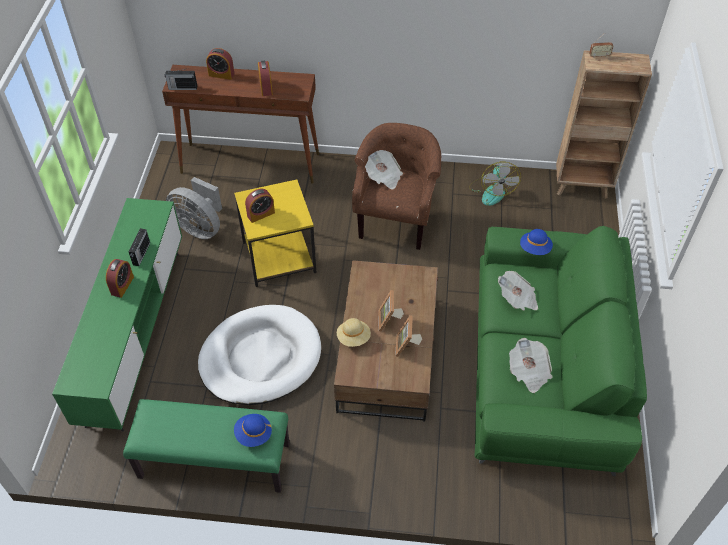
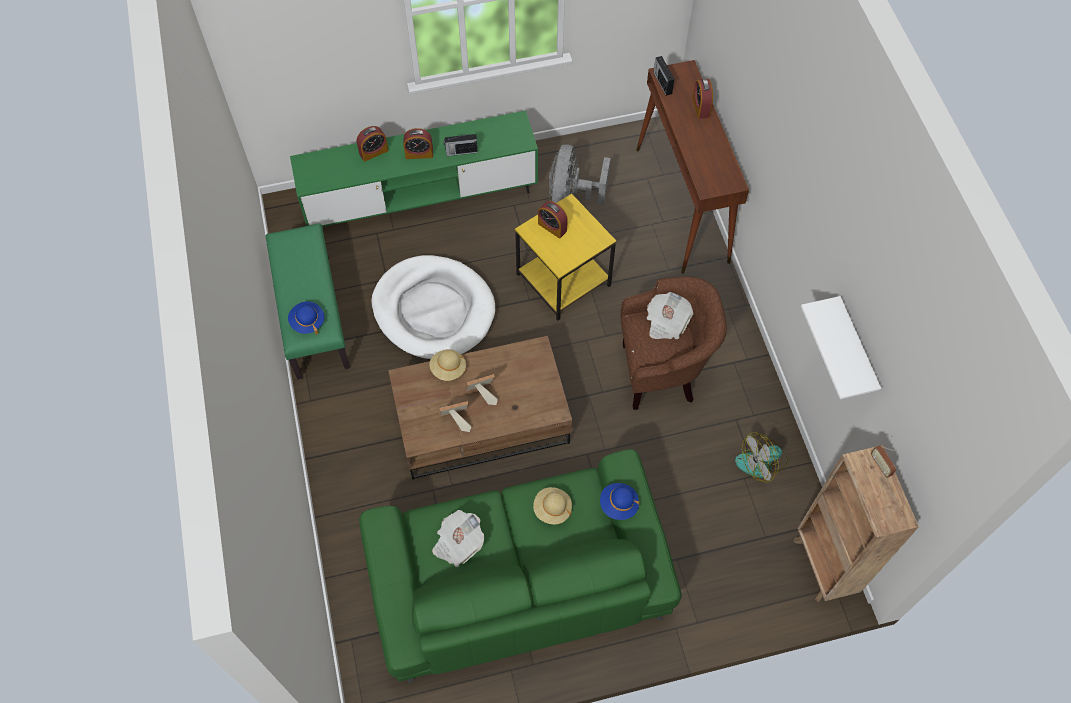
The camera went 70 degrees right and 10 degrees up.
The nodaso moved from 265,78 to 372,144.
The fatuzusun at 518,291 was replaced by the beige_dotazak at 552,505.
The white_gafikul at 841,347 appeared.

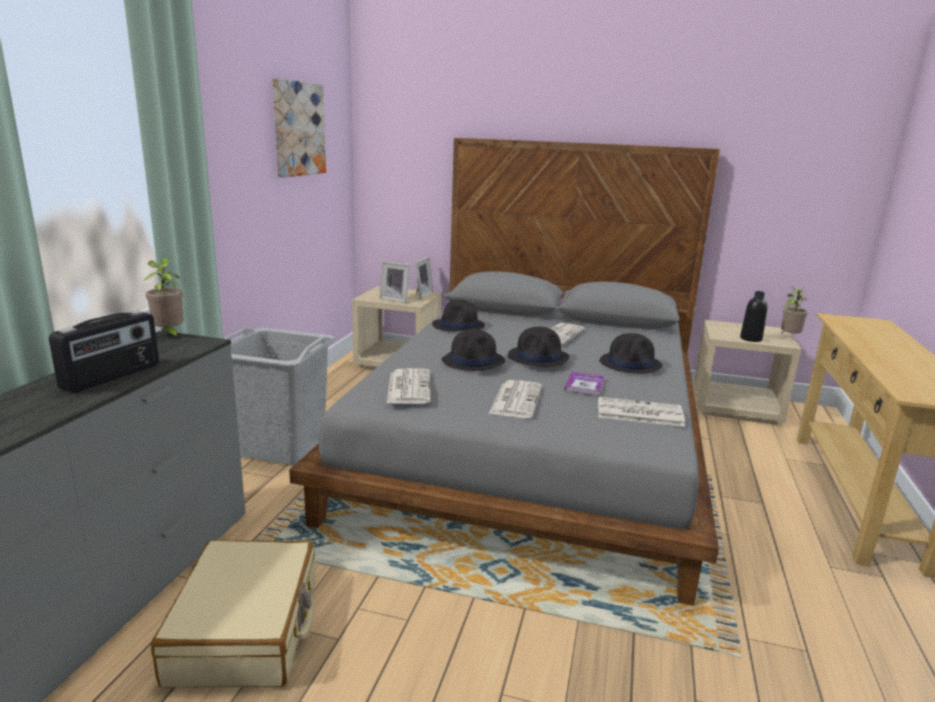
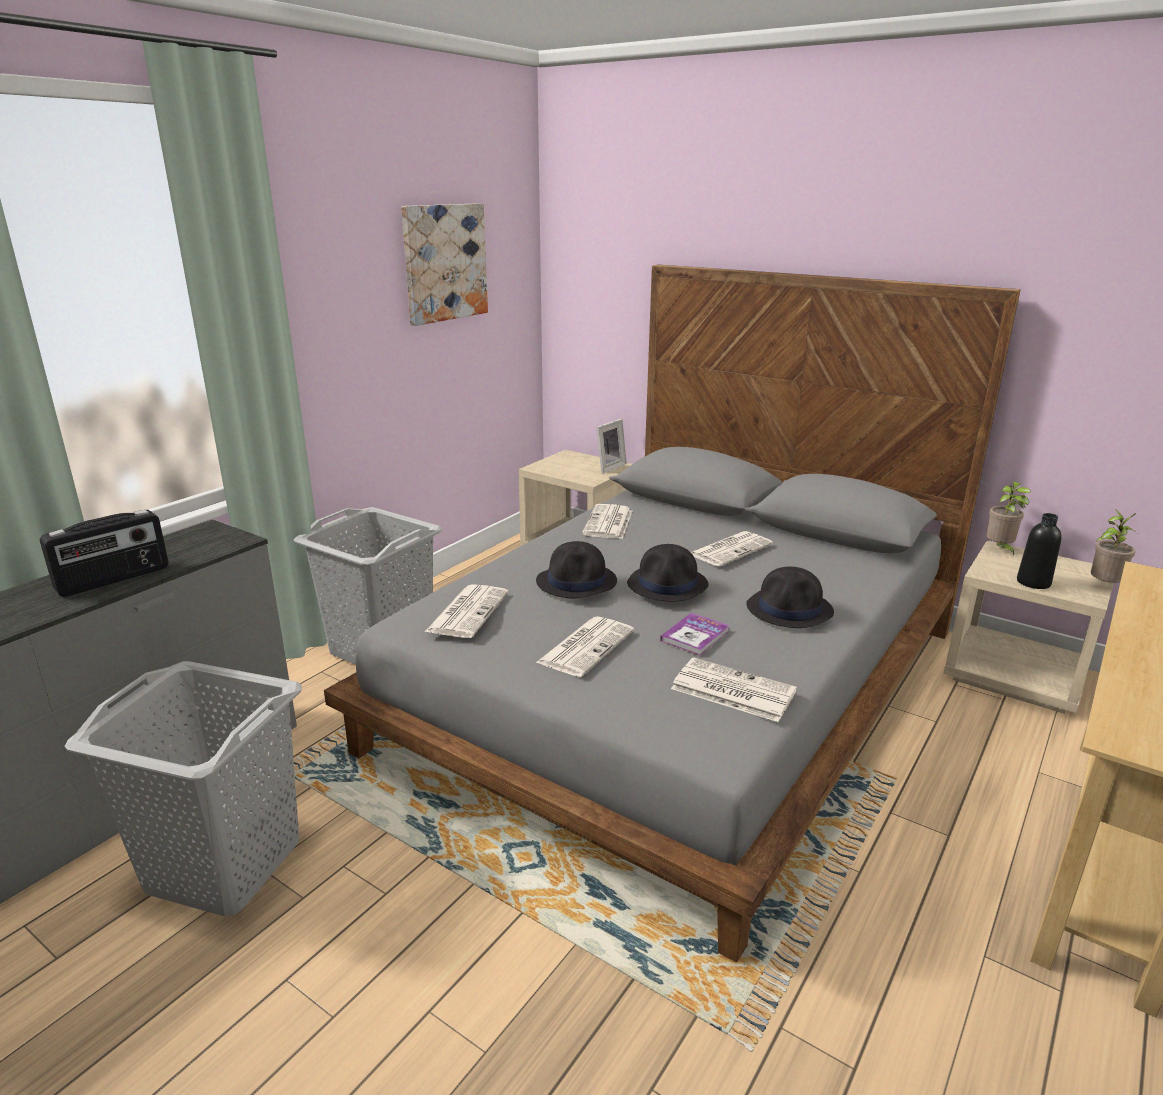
The camera went 20 degrees right and 5 degrees up.
The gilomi moved from 163,299 to 1008,518.
The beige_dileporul at 233,614 was replaced by the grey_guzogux at 183,788.
The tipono at 395,282 disappeared.
The black_dotazak at 458,315 was replaced by the fatuzusun at 607,521.

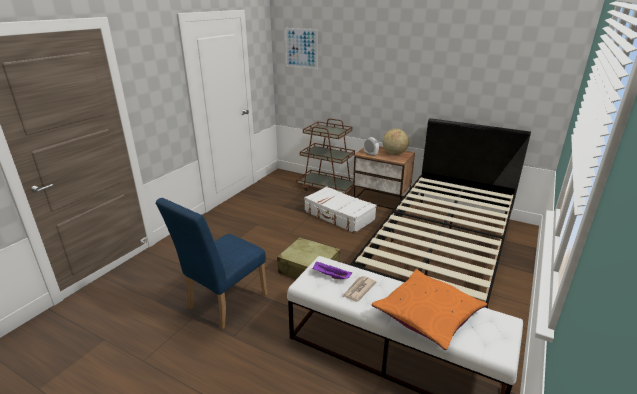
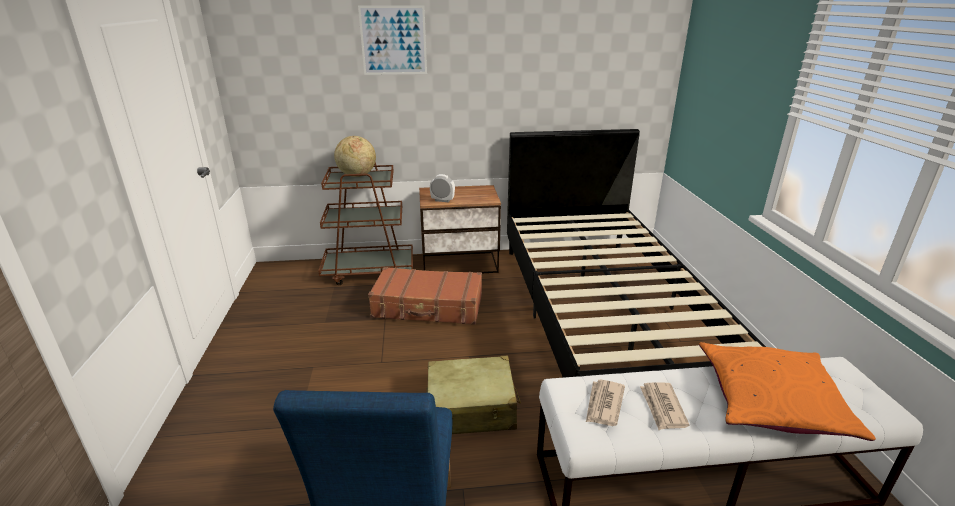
The camera went 35 degrees left and 0 degrees up.
The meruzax moved from 301,48 to 392,40.
The white_dileporul at 340,209 became the brown_dileporul at 425,296.
The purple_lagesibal at 332,270 was replaced by the fatuzusun at 605,403.
The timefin moved from 395,142 to 355,156.

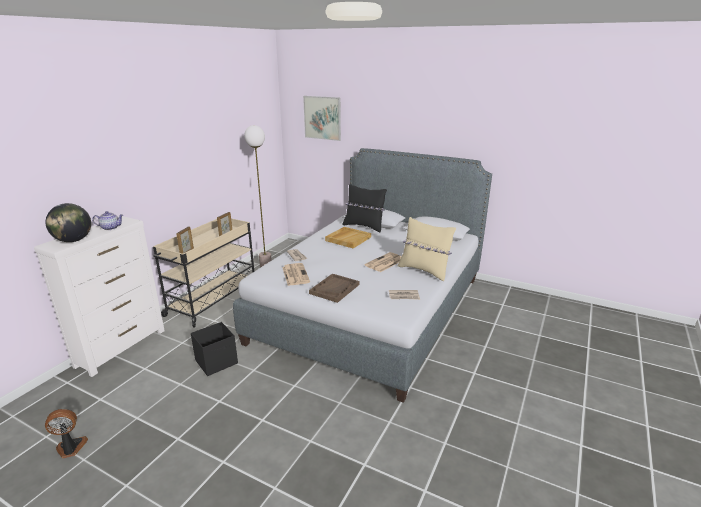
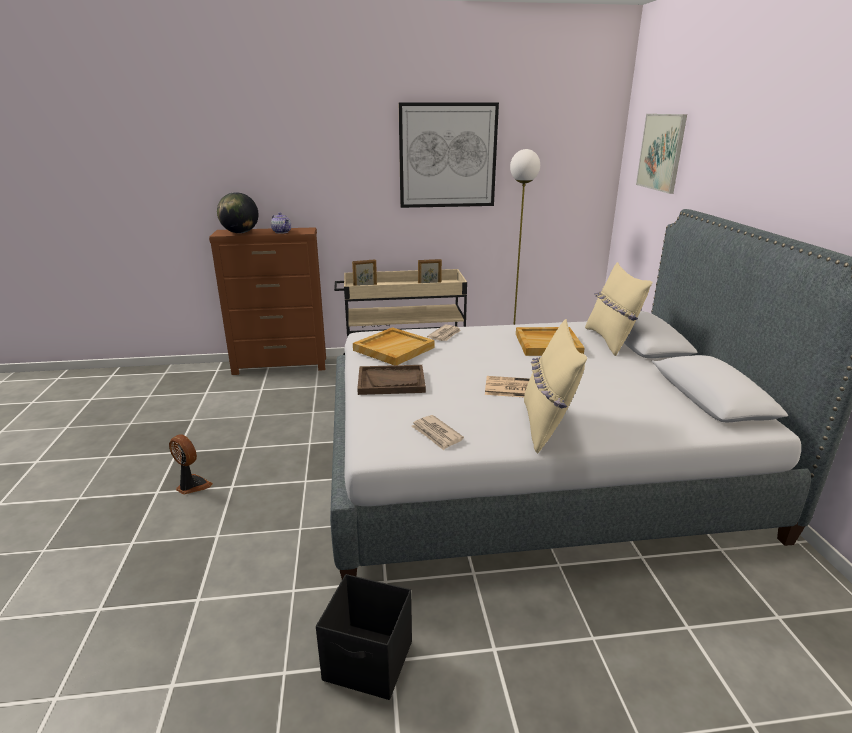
The camera went 55 degrees right and 0 degrees up.
The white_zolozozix at 99,296 became the brown_zolozozix at 267,301.
The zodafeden moved from 66,434 to 191,465.
The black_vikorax moved from 214,349 to 364,637.
The fatuzusun at 296,274 was replaced by the beige_lagesibal at 394,346.
The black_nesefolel at 364,208 became the beige_nesefolel at 619,309.
The meruzax at 449,155 appeared.

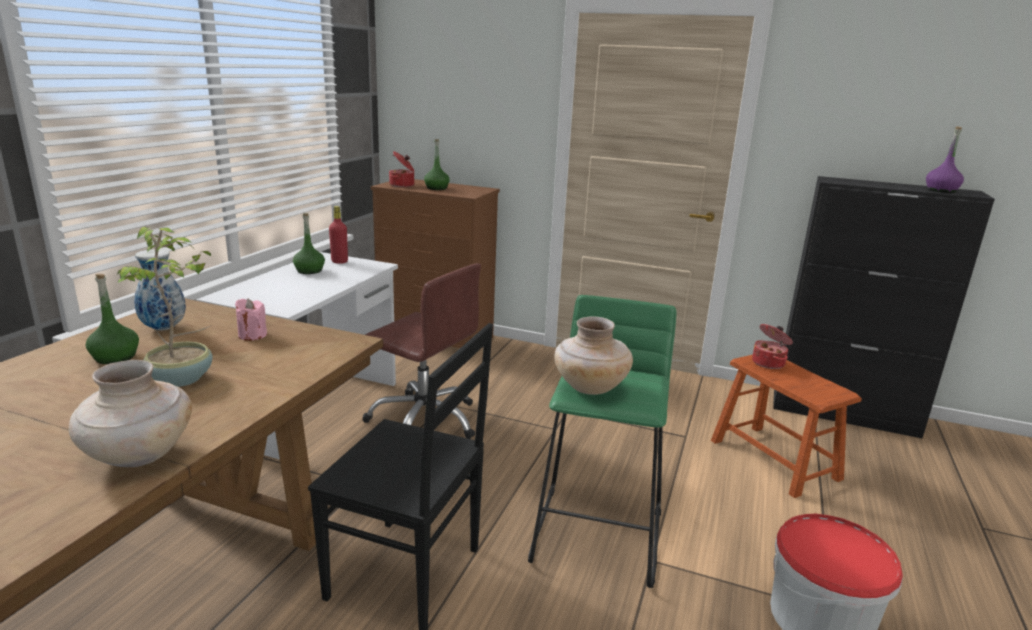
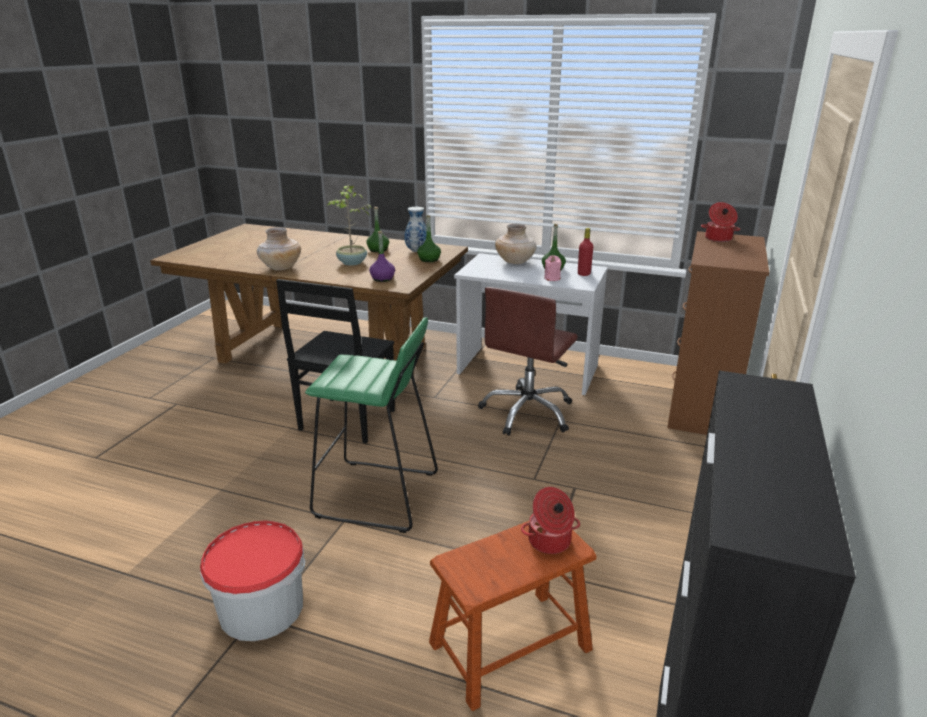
The camera went 90 degrees right and 5 degrees up.
The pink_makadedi moved from 251,320 to 552,268.
The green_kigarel moved from 437,164 to 429,238.
The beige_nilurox moved from 594,356 to 516,244.
The purple_kigarel moved from 945,160 to 382,256.

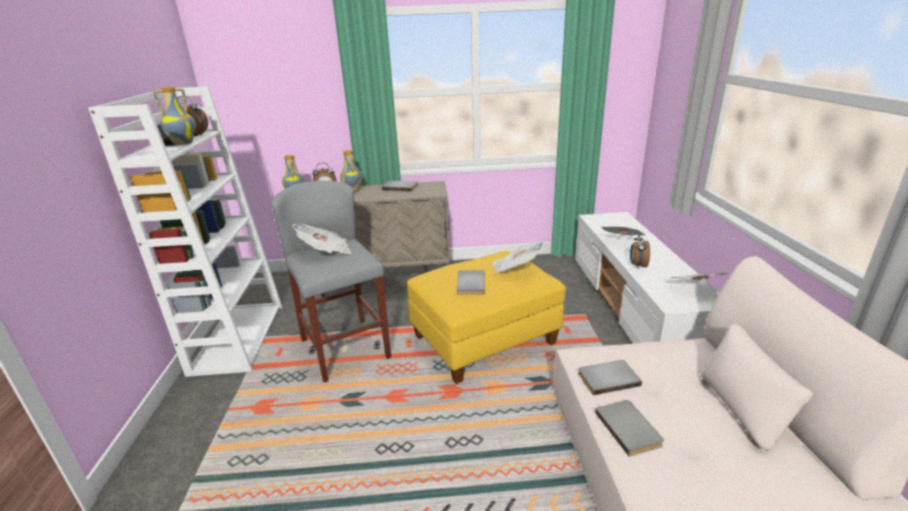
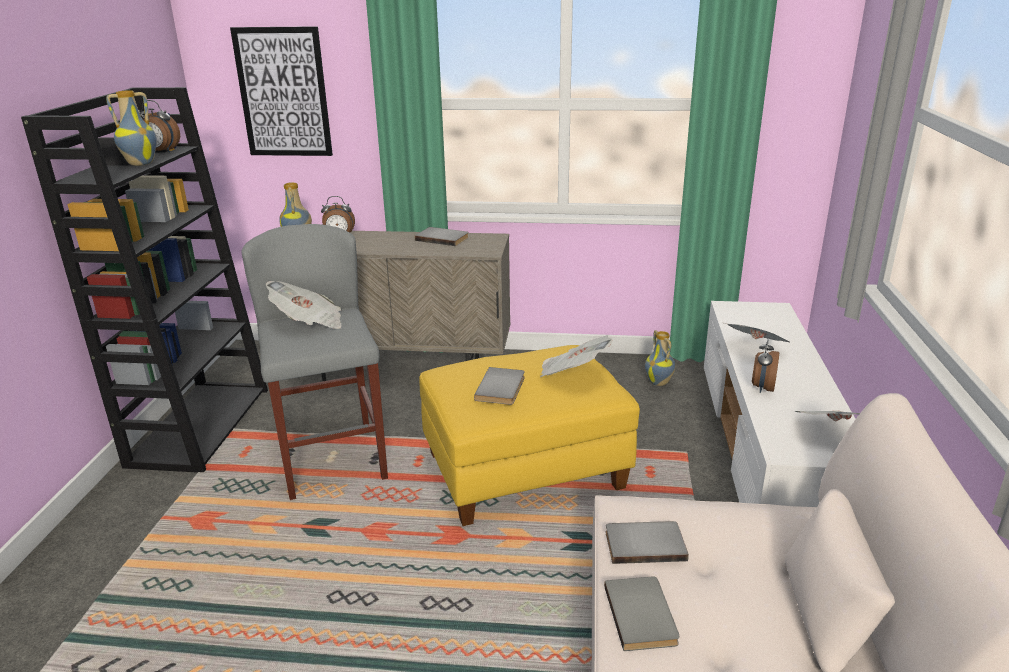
The camera went 10 degrees right and 0 degrees up.
The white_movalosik at 185,231 became the black_movalosik at 144,280.
The nilurox moved from 351,171 to 660,358.
The meruzax at 281,91 appeared.

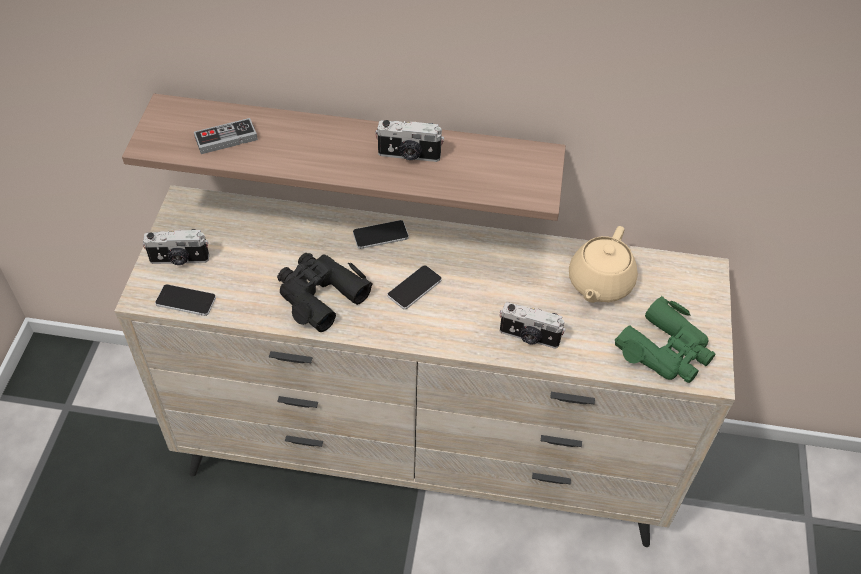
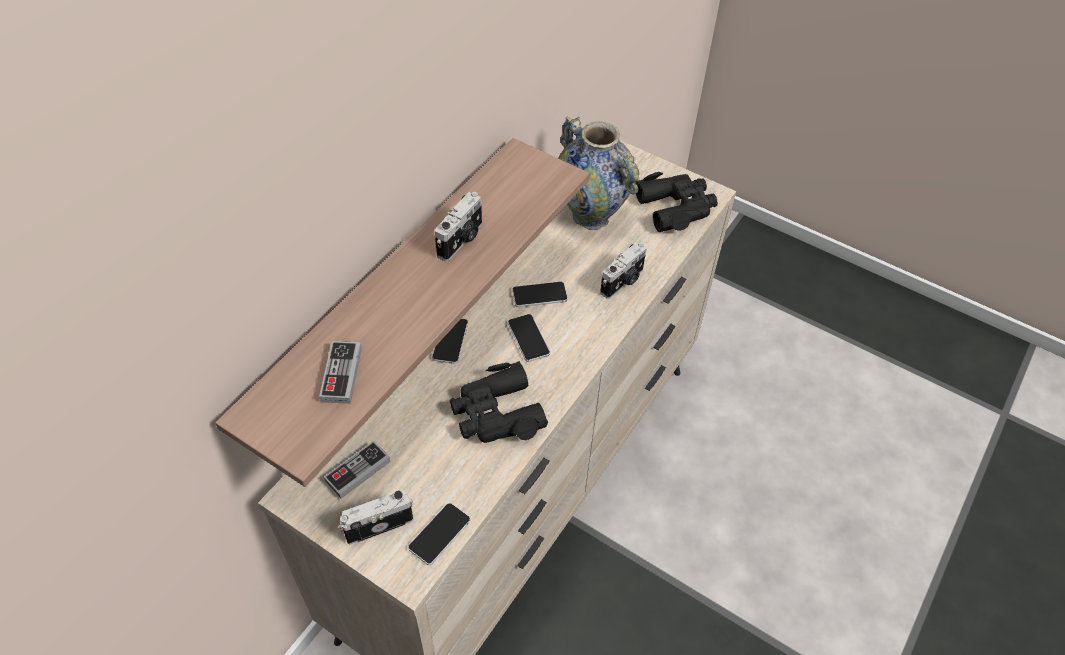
The camera went 65 degrees left and 0 degrees up.
The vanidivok at 176,247 turned 135 degrees counterclockwise.
The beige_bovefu at 603,264 was replaced by the nilurox at 599,173.
The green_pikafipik at 665,339 became the black_pikafipik at 677,202.
The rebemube at 357,469 appeared.
The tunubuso at 540,294 appeared.

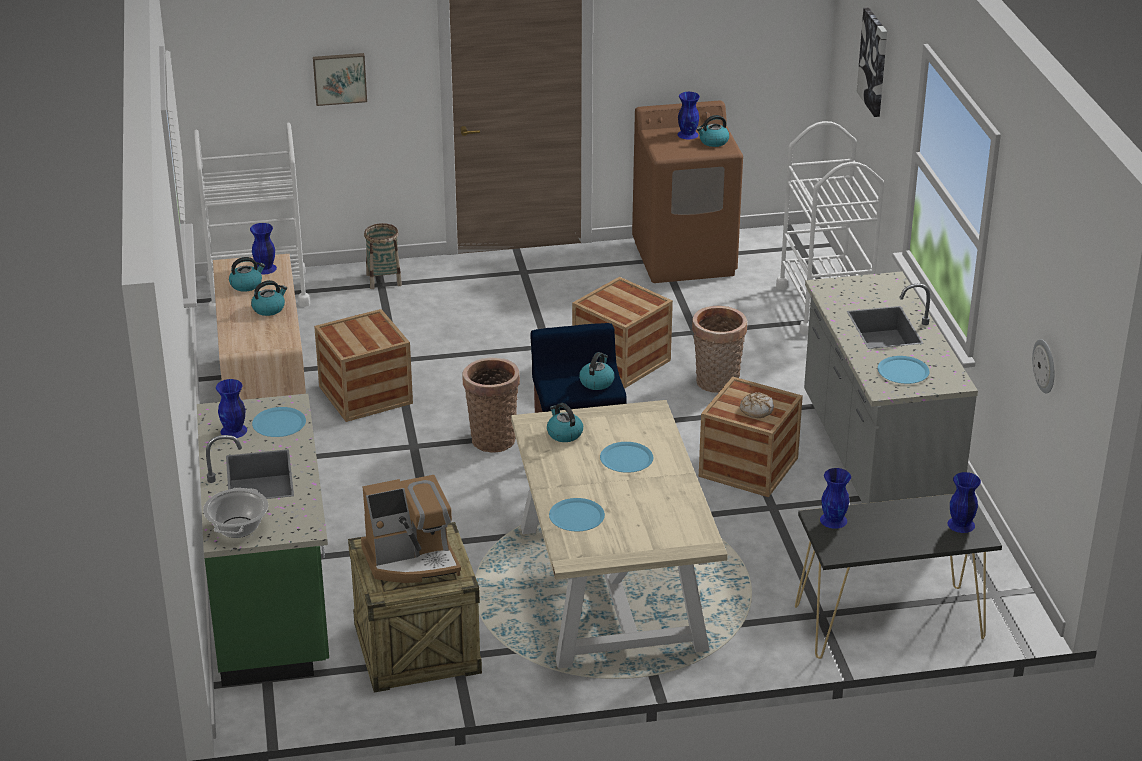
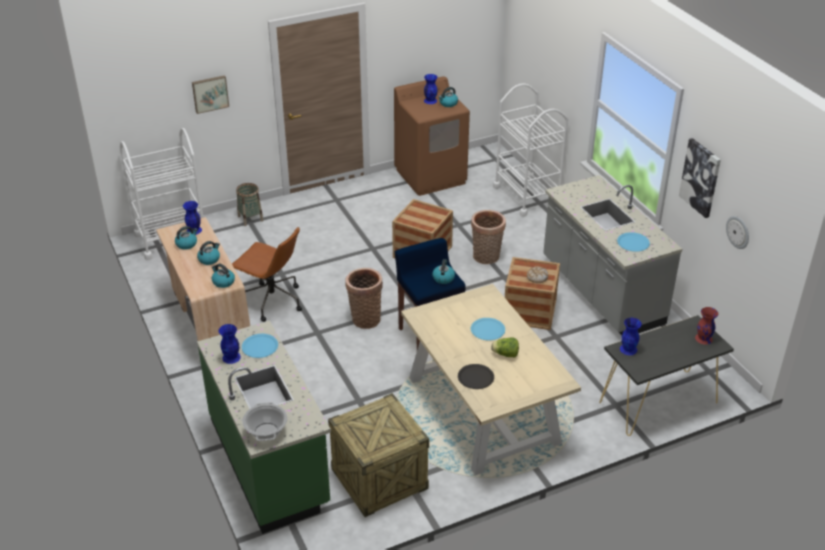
The camera went 15 degrees left and 5 degrees up.
The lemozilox at 363,365 was replaced by the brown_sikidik at 267,274.
The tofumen at 411,529 disappeared.
The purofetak moved from 565,422 to 223,275.
The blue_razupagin at 577,514 became the black_razupagin at 476,376.
The meruzax moved from 872,62 to 700,178.
The blue_nilurox at 964,502 became the red_nilurox at 706,325.
The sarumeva at 505,348 appeared.

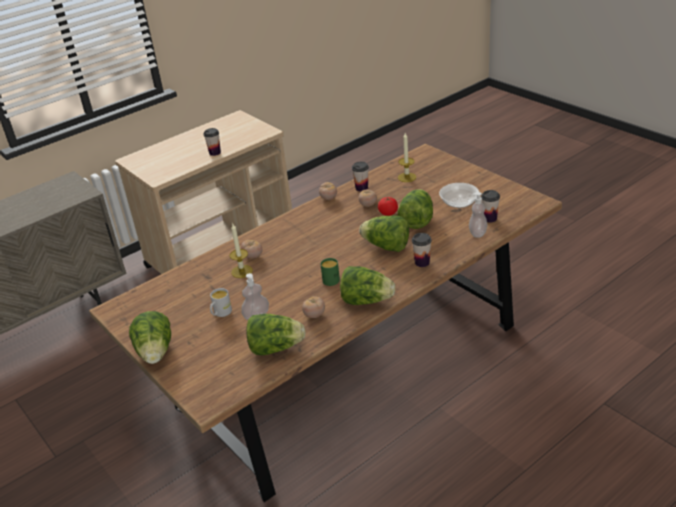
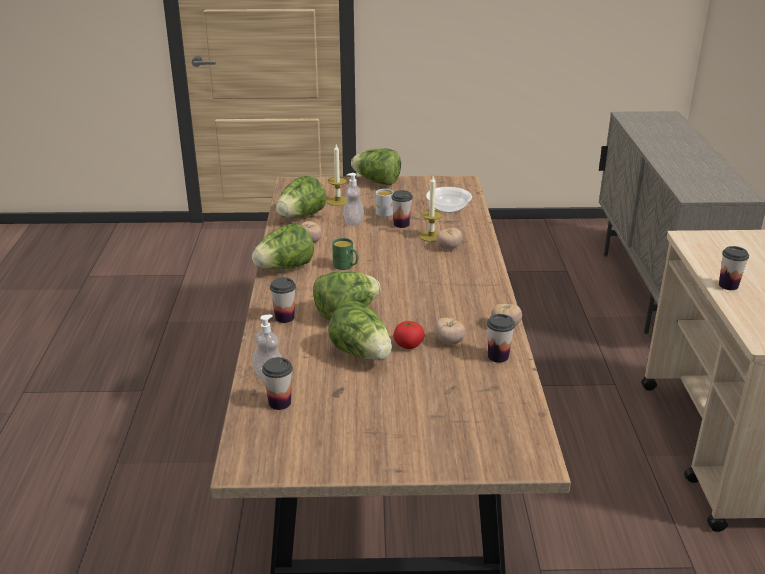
The camera went 125 degrees right and 5 degrees down.
The makadedi moved from 407,157 to 337,175.
The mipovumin moved from 459,195 to 449,200.
The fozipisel at 402,209 appeared.

